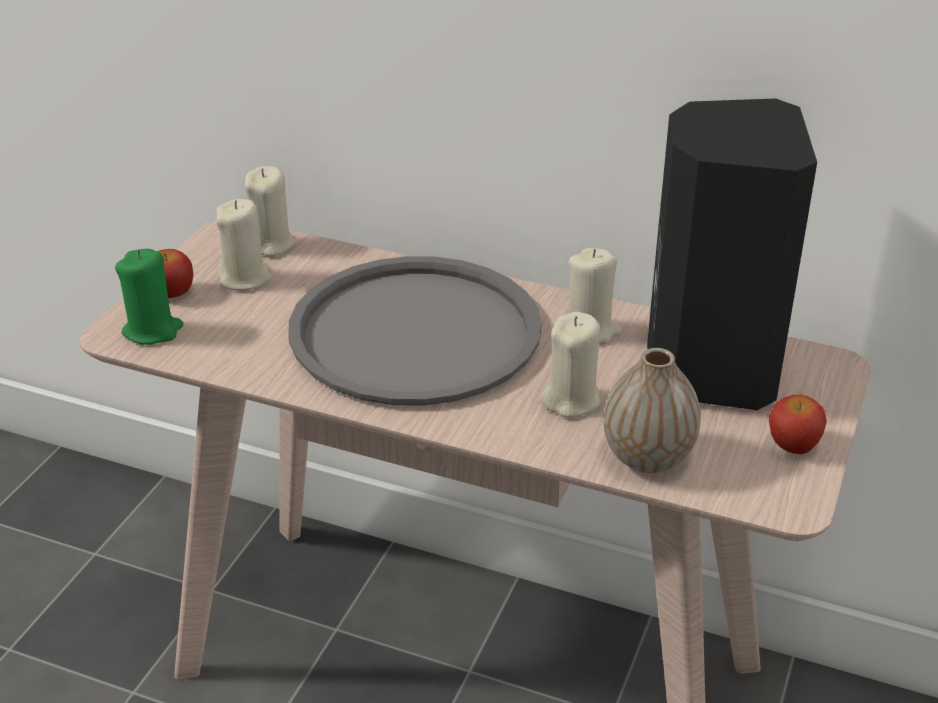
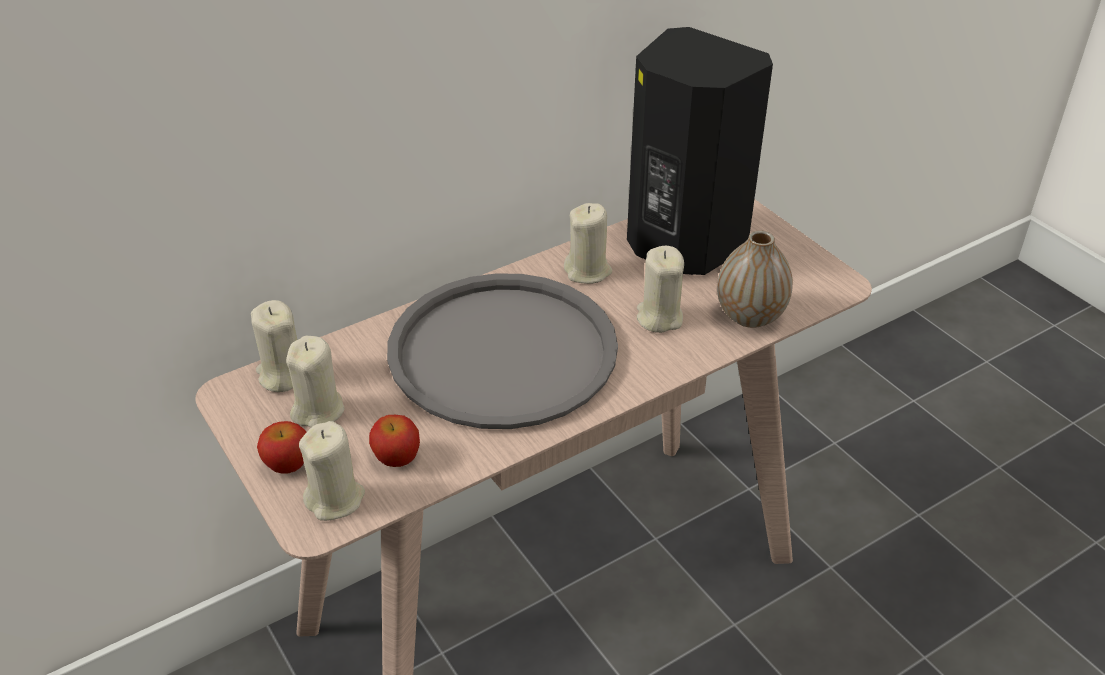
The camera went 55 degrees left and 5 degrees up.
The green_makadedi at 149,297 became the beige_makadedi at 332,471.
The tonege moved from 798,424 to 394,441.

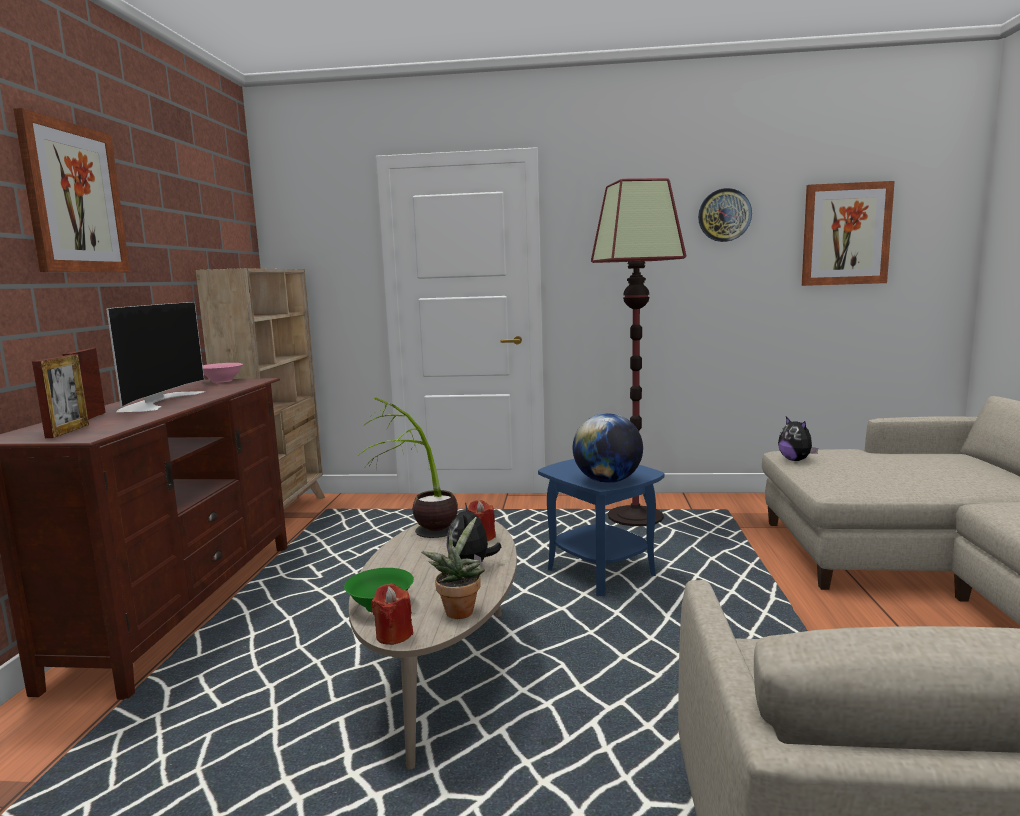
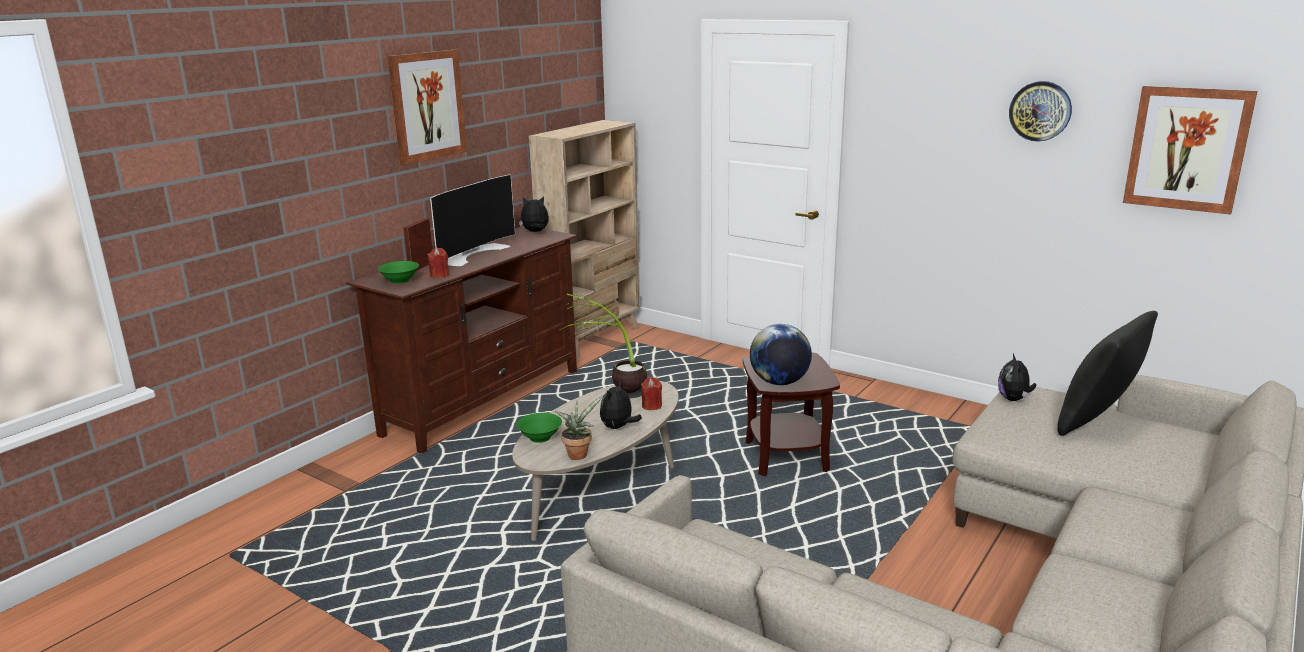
The camera went 30 degrees right and 10 degrees up.
The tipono at 60,396 was replaced by the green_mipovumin at 398,272.
The pink_mipovumin at 223,373 was replaced by the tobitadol at 534,214.
The red_makadedi moved from 392,614 to 438,263.
The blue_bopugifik at 601,527 became the brown_bopugifik at 791,415.
The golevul at 638,352 disappeared.
The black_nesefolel at 1107,373 appeared.

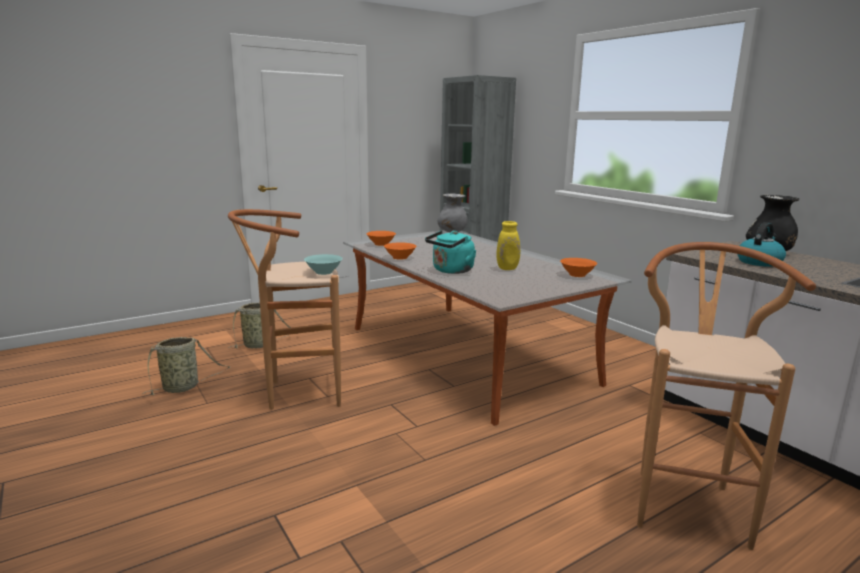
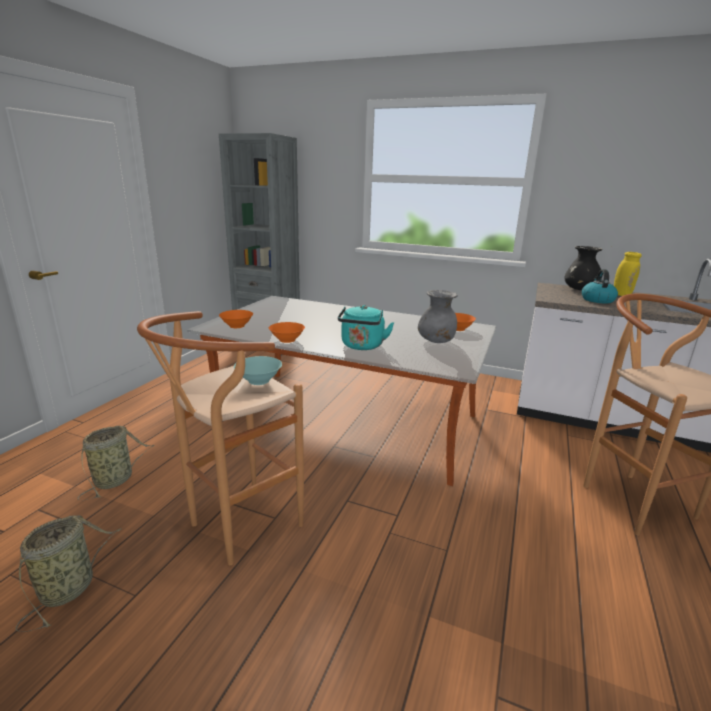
The camera went 35 degrees left and 5 degrees up.
The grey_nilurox moved from 452,213 to 438,316.
The yellow_nilurox moved from 508,245 to 628,274.

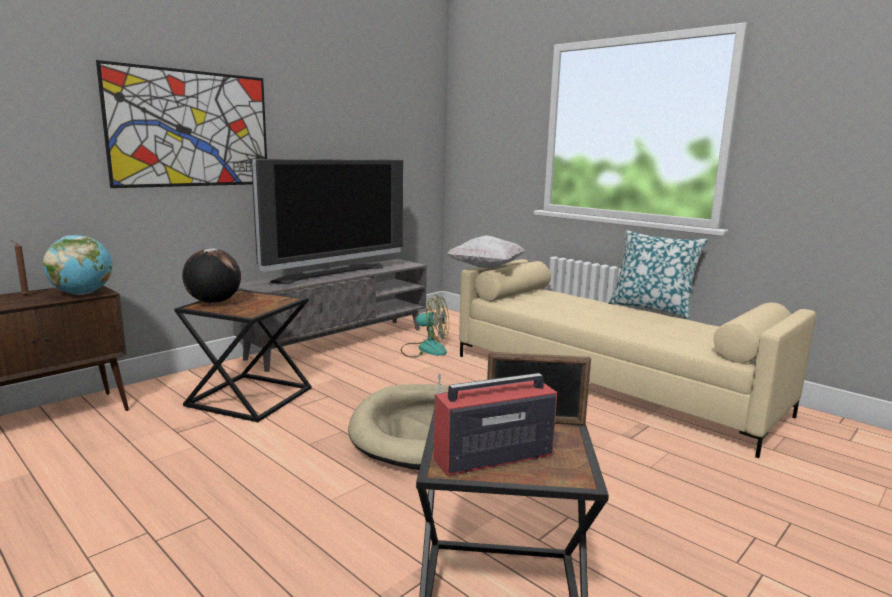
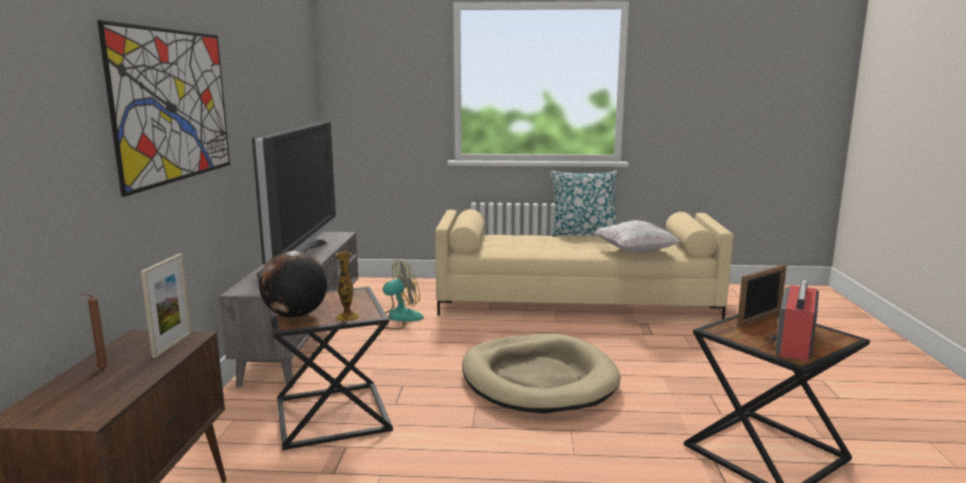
The camera went 40 degrees left and 0 degrees up.
The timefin at 77,265 was replaced by the tipono at 166,306.
The white_nesefolel moved from 486,252 to 637,236.
The nilurox at 347,286 appeared.

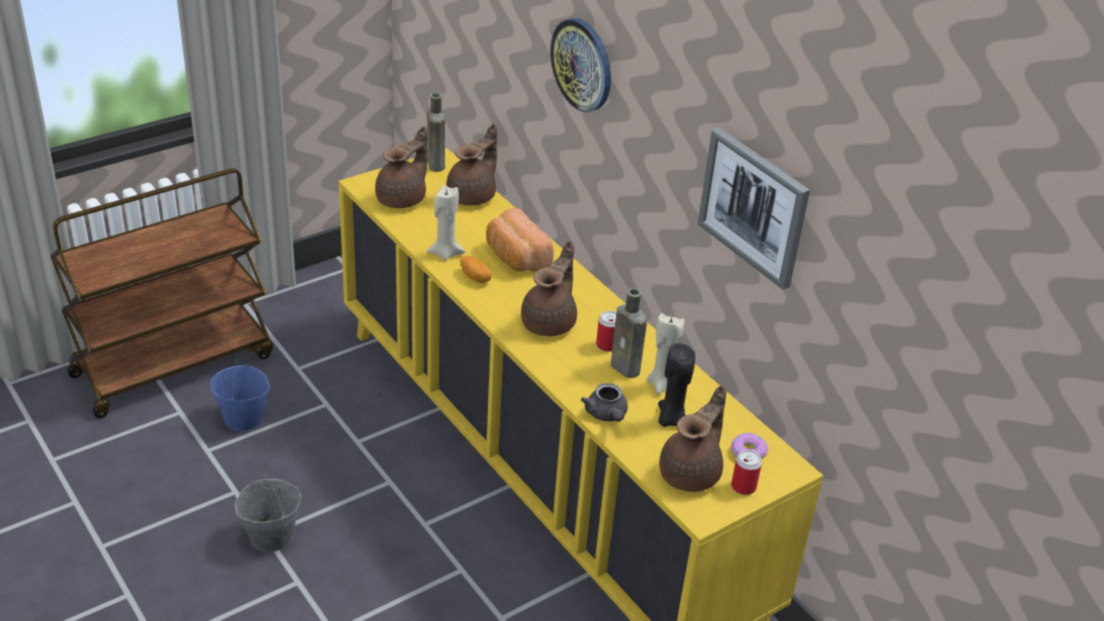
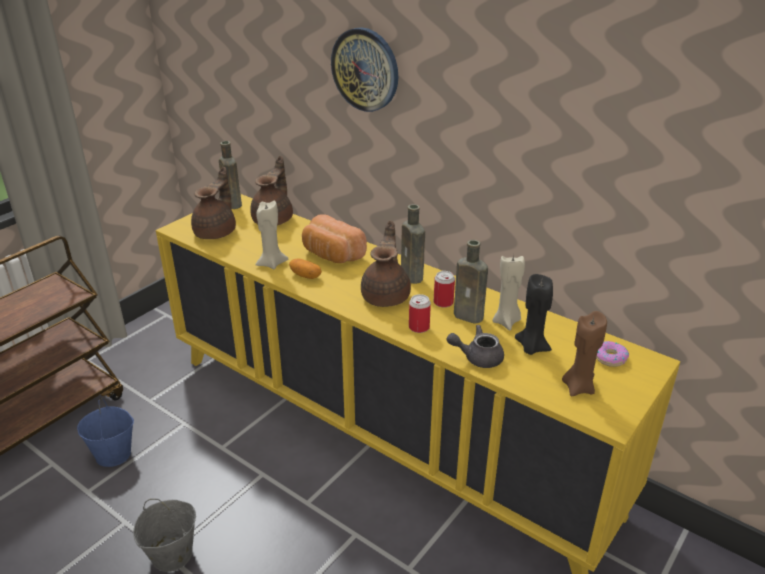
The camera went 15 degrees left and 5 degrees down.
The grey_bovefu at 604,402 turned 120 degrees clockwise.
The brown_bovefu at 692,438 was replaced by the brown_makadedi at 584,354.
The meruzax at 754,208 disappeared.
The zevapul moved from 746,472 to 420,313.
The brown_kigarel at 413,244 appeared.

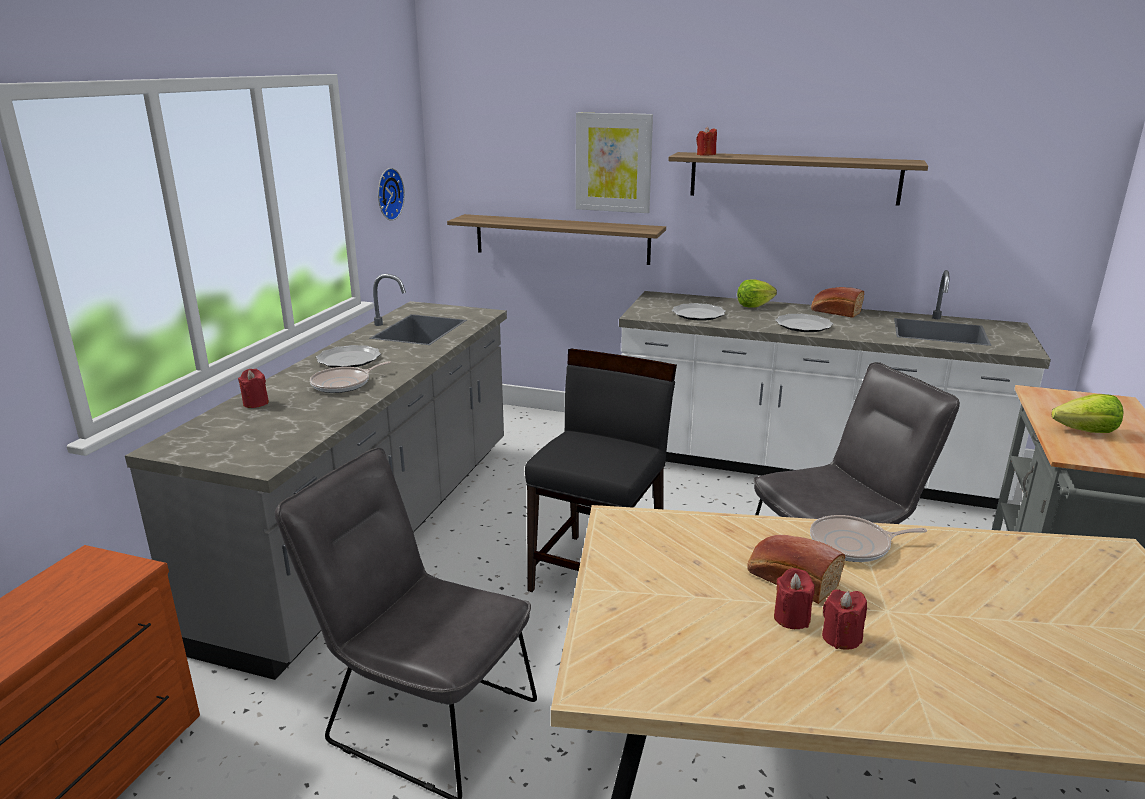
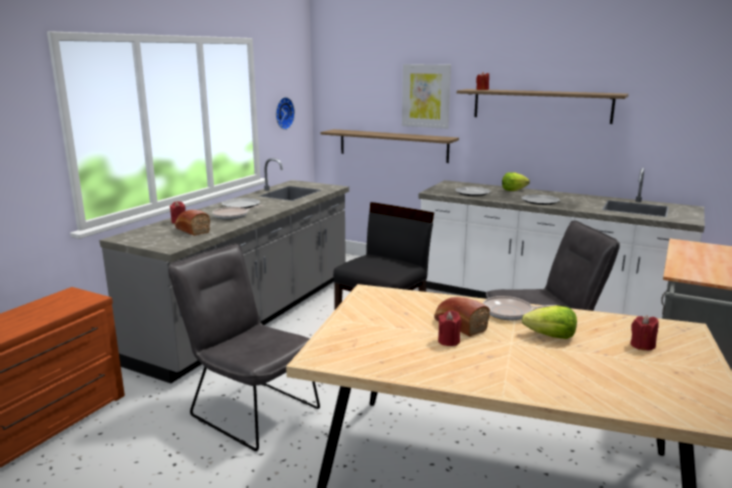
The camera went 10 degrees right and 5 degrees down.
The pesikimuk moved from 837,302 to 192,223.
The red_makadedi moved from 844,620 to 644,332.
The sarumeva moved from 1087,413 to 549,322.

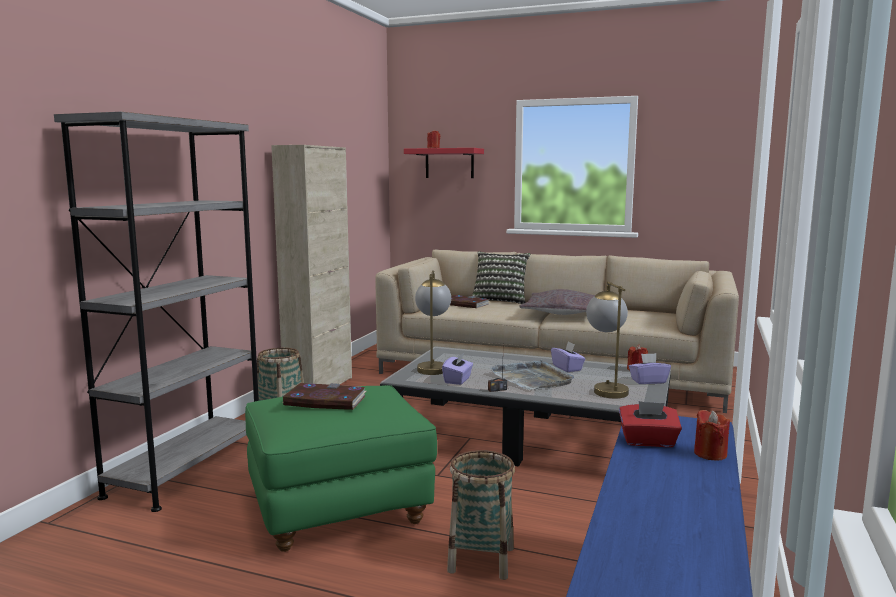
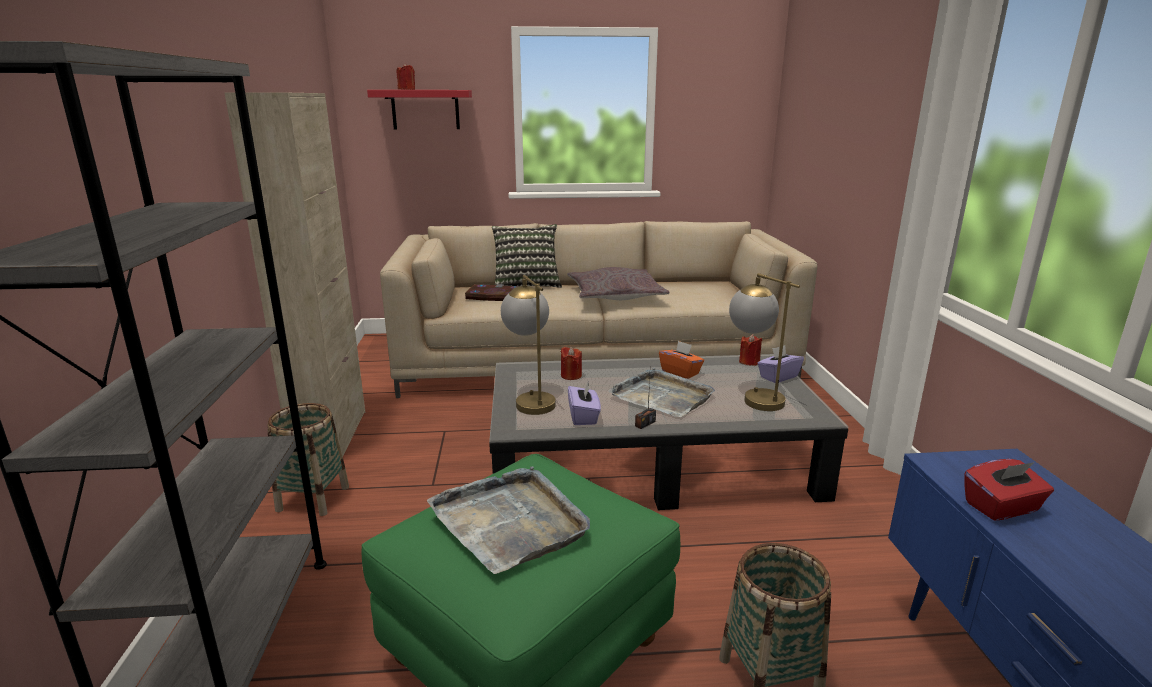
The camera went 25 degrees left and 10 degrees up.
The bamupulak at 324,396 was replaced by the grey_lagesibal at 508,520.
The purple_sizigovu at 568,356 became the orange_sizigovu at 681,360.
The red_makadedi moved from 712,435 to 571,363.

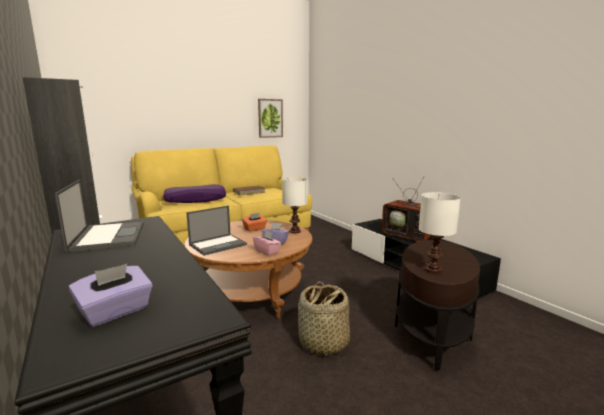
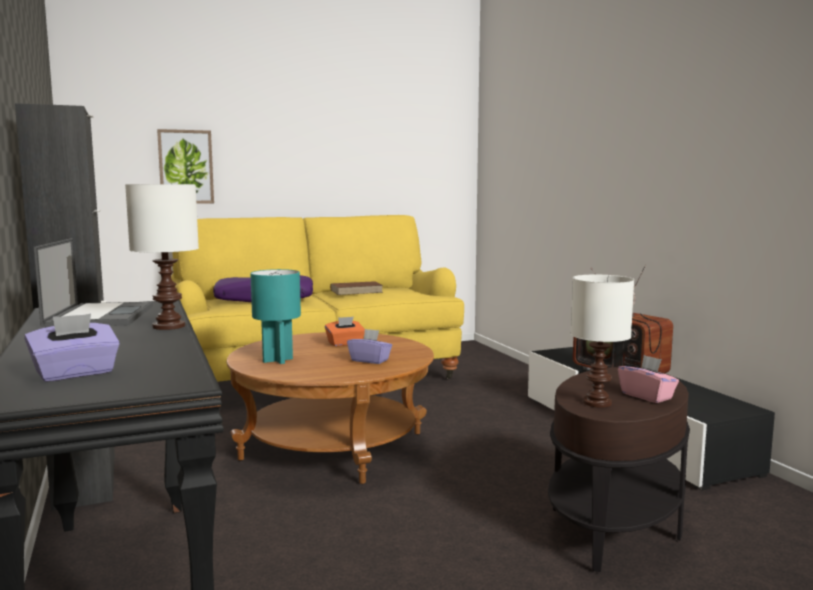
The camera went 10 degrees right and 5 degrees down.
The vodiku at 216,231 was replaced by the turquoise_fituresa at 275,316.
The pink_sizigovu moved from 267,243 to 648,379.
The meruzax moved from 270,118 to 185,166.
The white_fituresa moved from 294,205 to 162,257.
The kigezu at 324,318 disappeared.

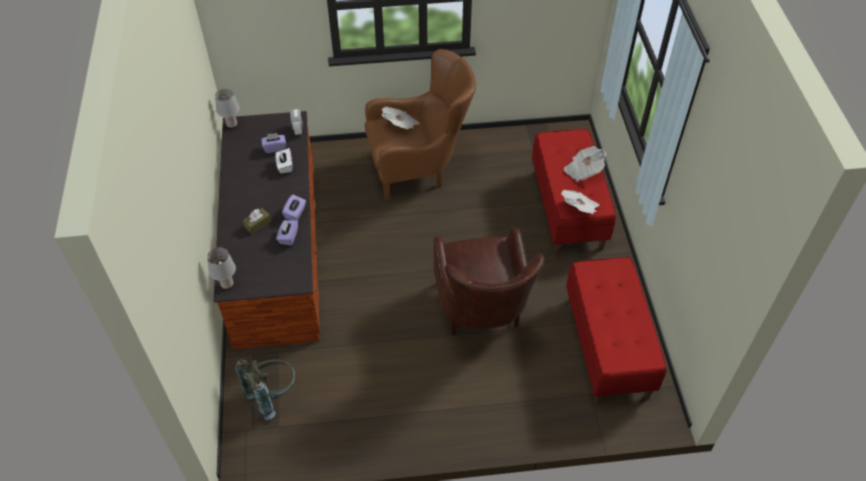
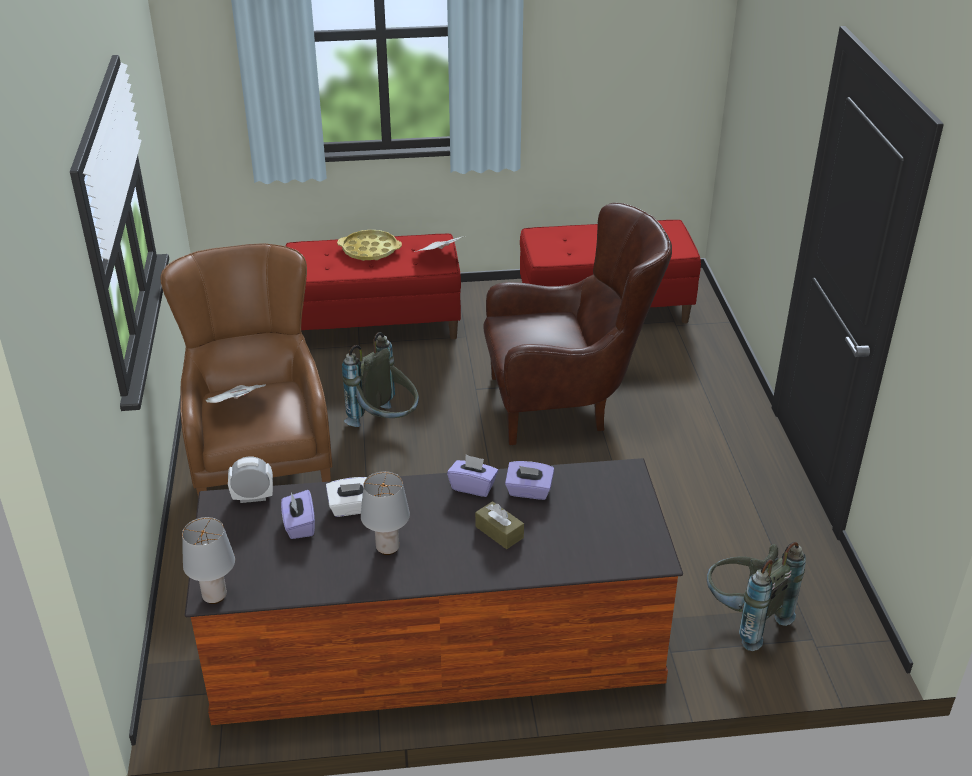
The camera went 90 degrees left and 15 degrees down.
The grey_fituresa moved from 221,268 to 385,513.
The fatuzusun at 585,164 was replaced by the yellow_lagesibal at 369,245.
The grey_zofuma at 380,379 appeared.

